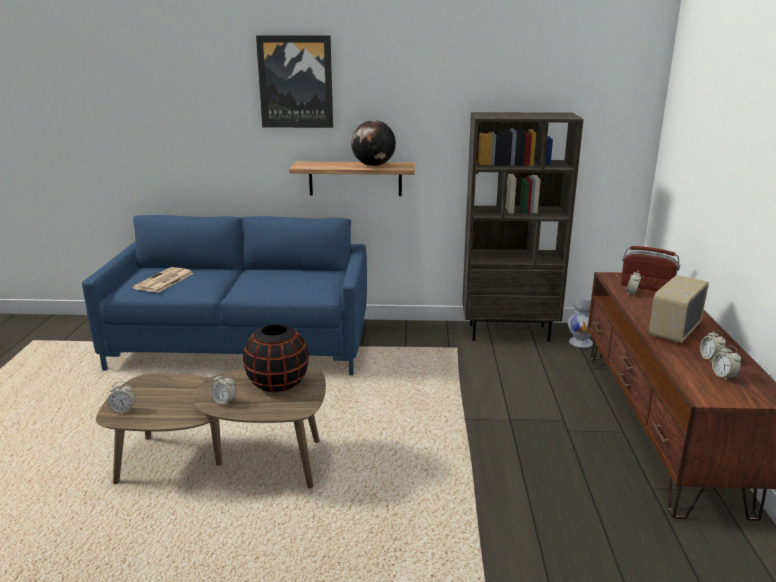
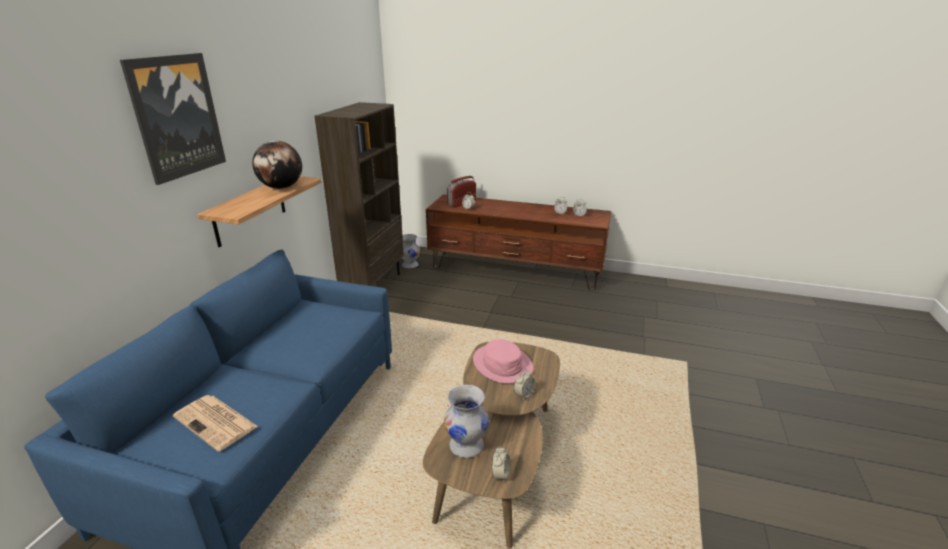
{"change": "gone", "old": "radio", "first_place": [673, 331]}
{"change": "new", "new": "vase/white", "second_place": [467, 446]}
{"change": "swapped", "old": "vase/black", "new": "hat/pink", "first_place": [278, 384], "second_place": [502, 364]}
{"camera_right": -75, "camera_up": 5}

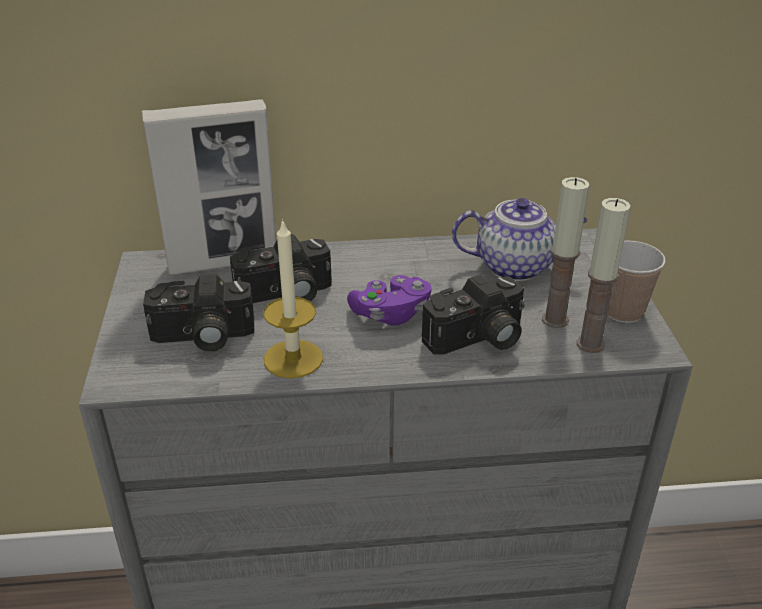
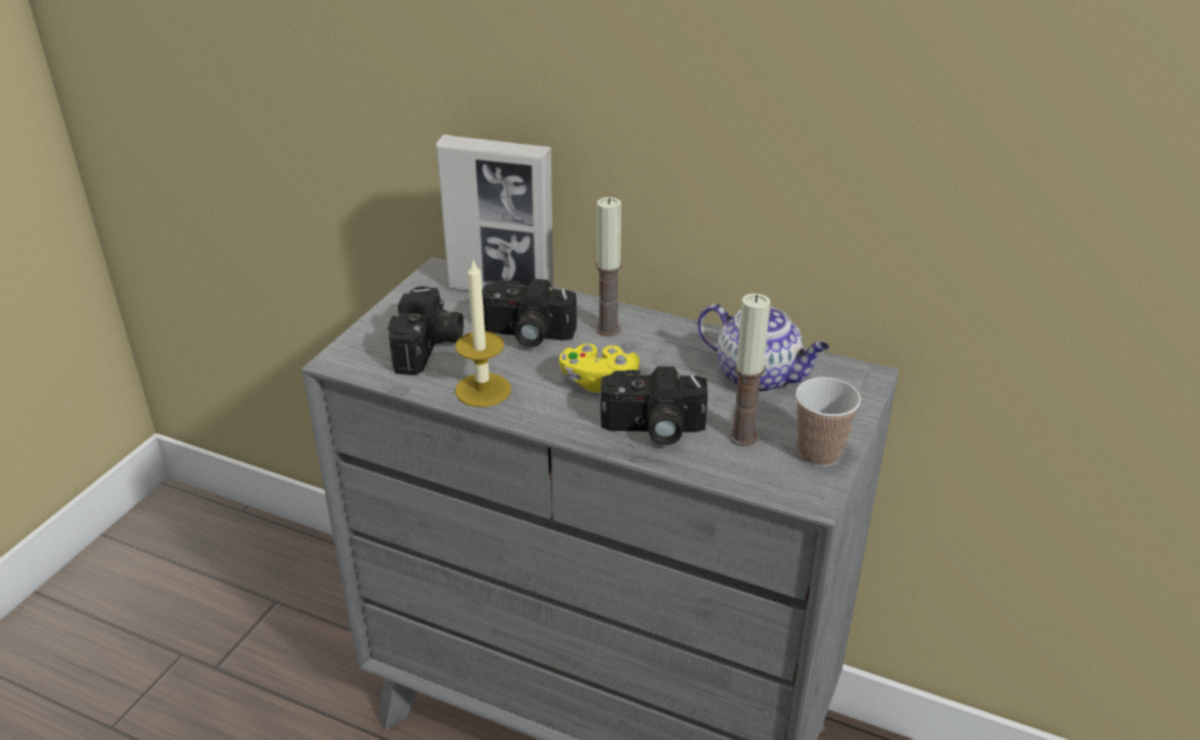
{"change": "shifted", "old": "candle", "first_place": [590, 344], "second_place": [608, 329]}
{"change": "repainted", "old": "game controller/purple", "new": "game controller/yellow", "first_place": [390, 314], "second_place": [598, 381]}
{"change": "rotated", "old": "photo camera", "first_place": [202, 337], "second_place": [429, 348], "degrees": -105}
{"camera_right": 30, "camera_up": 0}

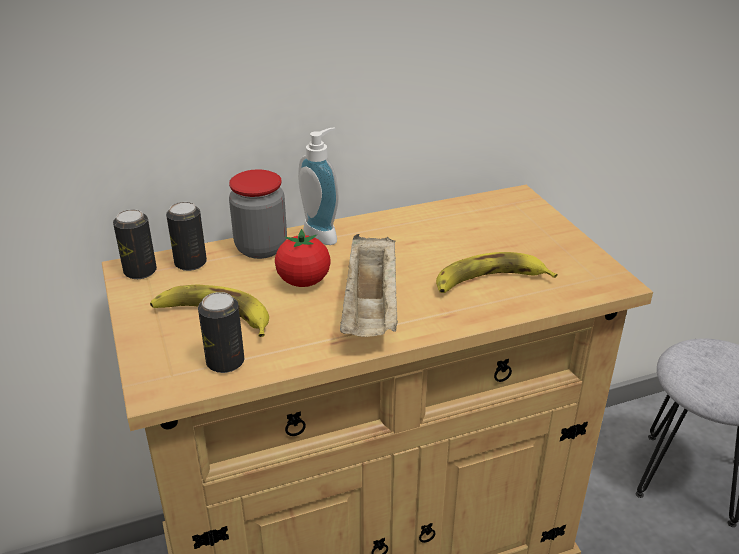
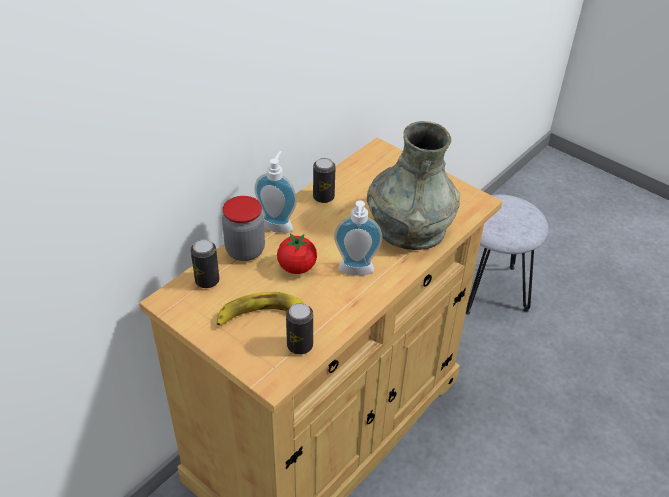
{"change": "shifted", "old": "can", "first_place": [140, 272], "second_place": [323, 197]}
{"change": "swapped", "old": "tray/beige", "new": "soap dispenser", "first_place": [371, 309], "second_place": [356, 272]}
{"change": "swapped", "old": "banana", "new": "vase/grey", "first_place": [489, 281], "second_place": [409, 226]}
{"camera_right": -30, "camera_up": 10}

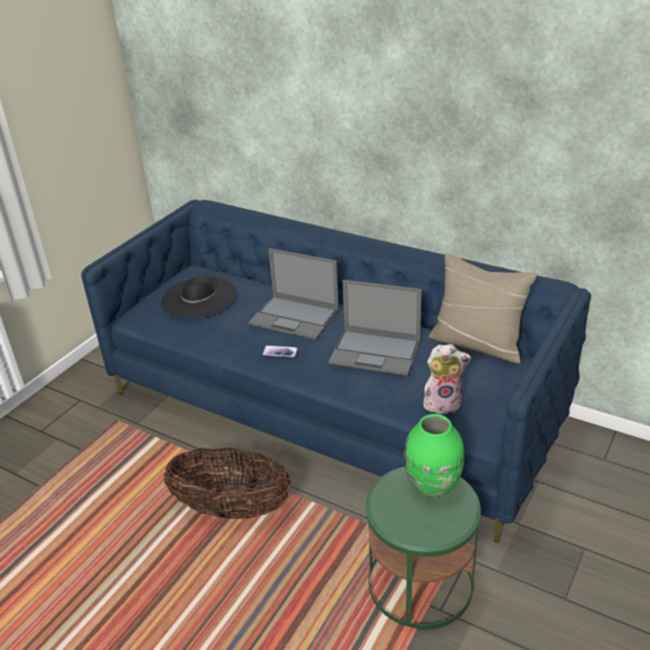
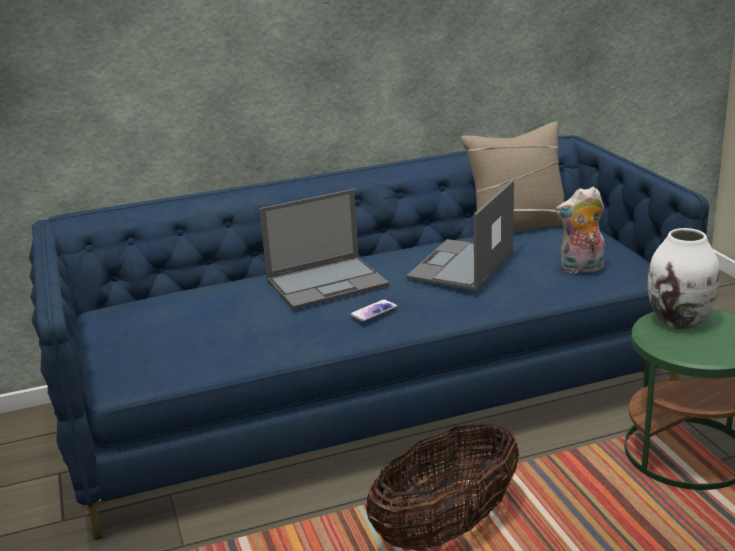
{"change": "gone", "old": "hat/black", "first_place": [199, 297]}
{"change": "repainted", "old": "vase/green", "new": "vase/white", "first_place": [433, 486], "second_place": [679, 321]}
{"change": "rotated", "old": "laptop", "first_place": [376, 351], "second_place": [461, 265], "degrees": 150}
{"change": "rotated", "old": "plush toy", "first_place": [443, 403], "second_place": [581, 269], "degrees": -135}
{"camera_right": -50, "camera_up": -10}

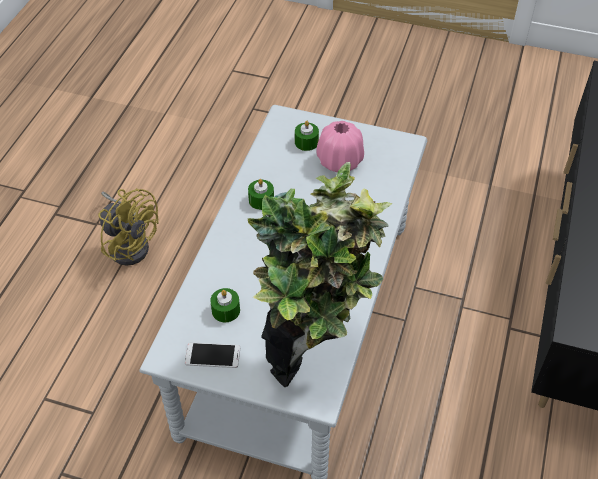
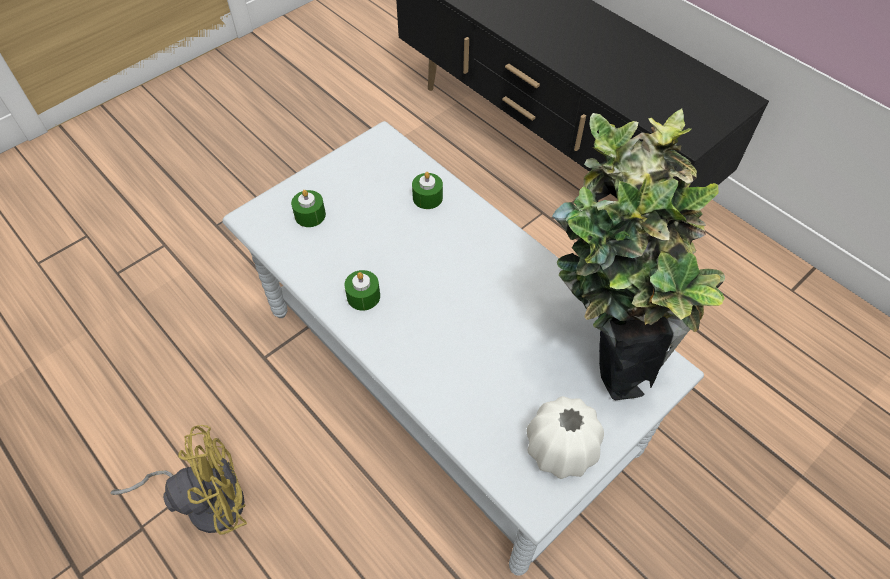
{"change": "gone", "old": "vase/pink", "first_place": [339, 161]}
{"change": "shifted", "old": "candle/green", "first_place": [226, 310], "second_place": [427, 197]}
{"change": "swapped", "old": "phone", "new": "vase/white", "first_place": [212, 355], "second_place": [561, 449]}
{"camera_right": -60, "camera_up": 5}

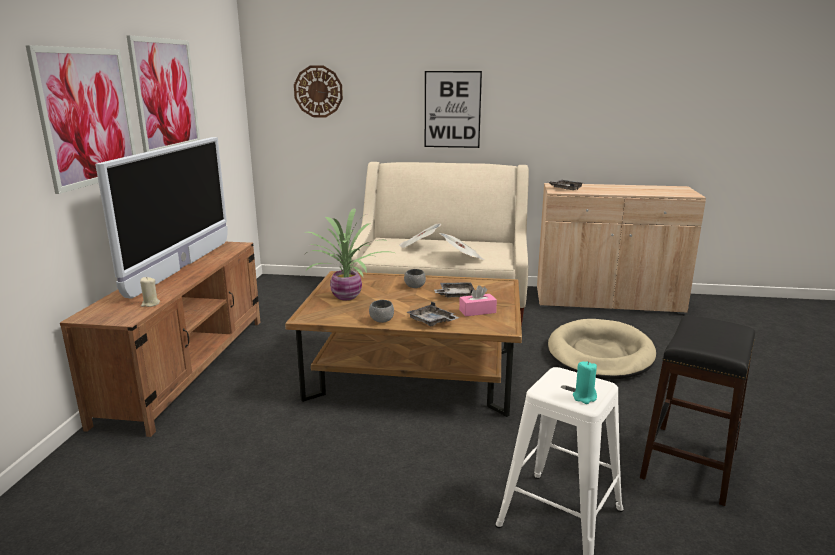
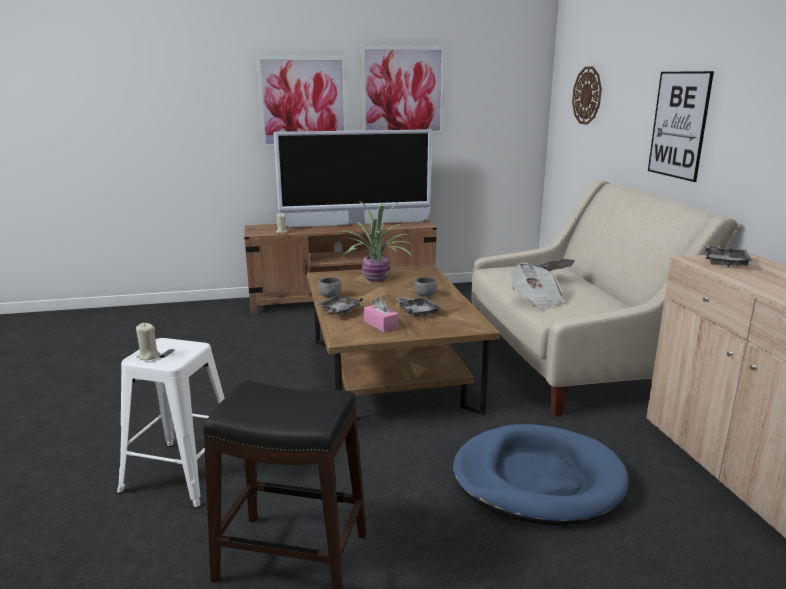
{"change": "repainted", "old": "dog bed/beige", "new": "dog bed/blue", "first_place": [600, 354], "second_place": [537, 479]}
{"change": "repainted", "old": "candle/turquoise", "new": "candle/beige", "first_place": [584, 397], "second_place": [148, 356]}
{"camera_right": 70, "camera_up": 0}

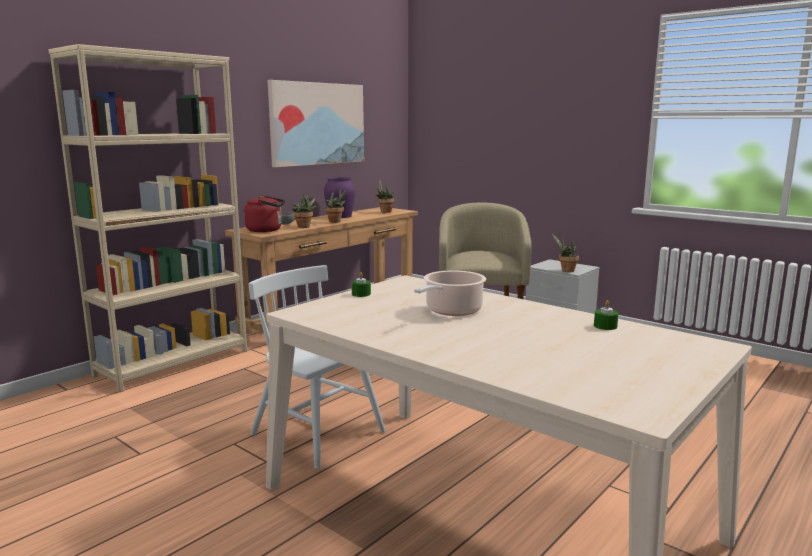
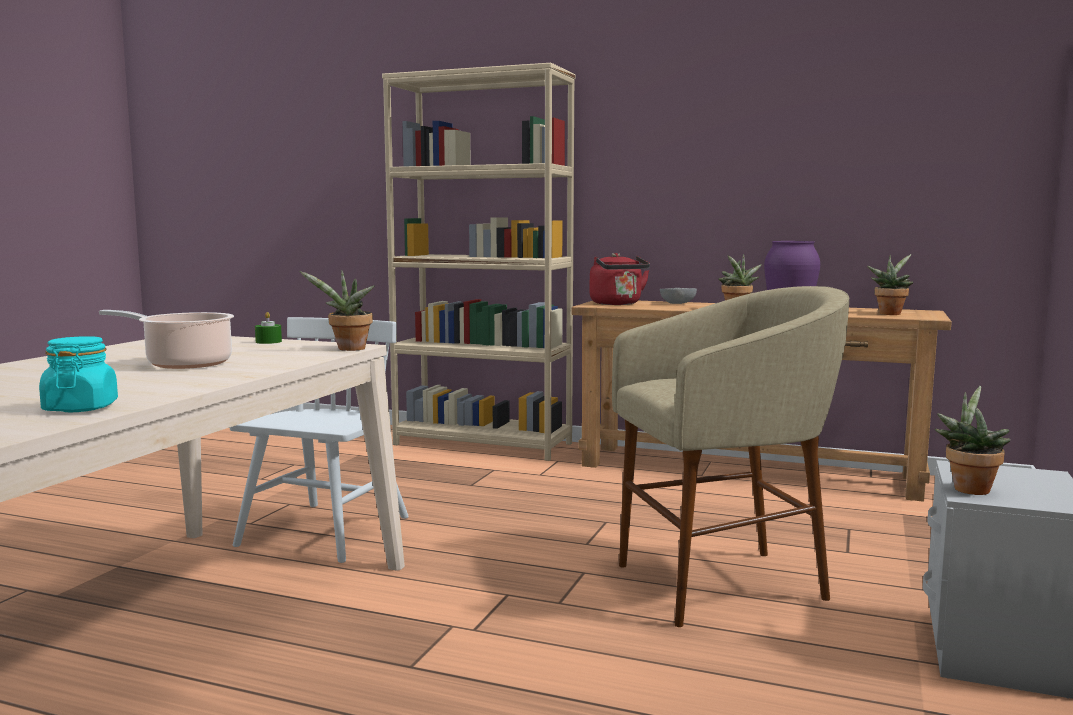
{"change": "gone", "old": "picture", "first_place": [317, 124]}
{"change": "shifted", "old": "potted plant", "first_place": [304, 227], "second_place": [348, 349]}
{"change": "swapped", "old": "candle/green", "new": "jar/turquoise", "first_place": [605, 326], "second_place": [81, 408]}
{"camera_right": 70, "camera_up": -5}

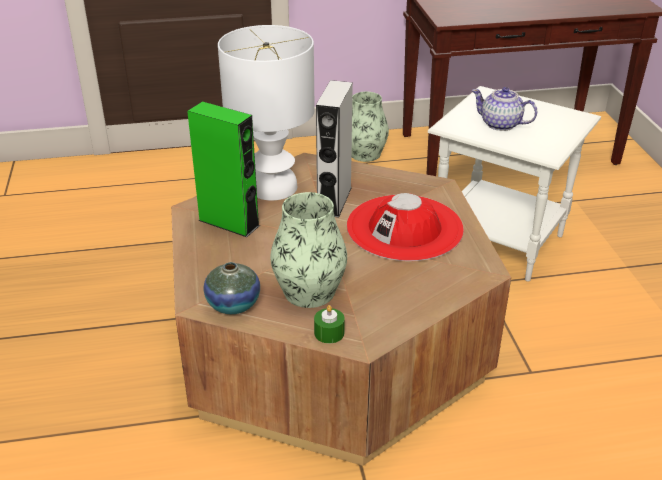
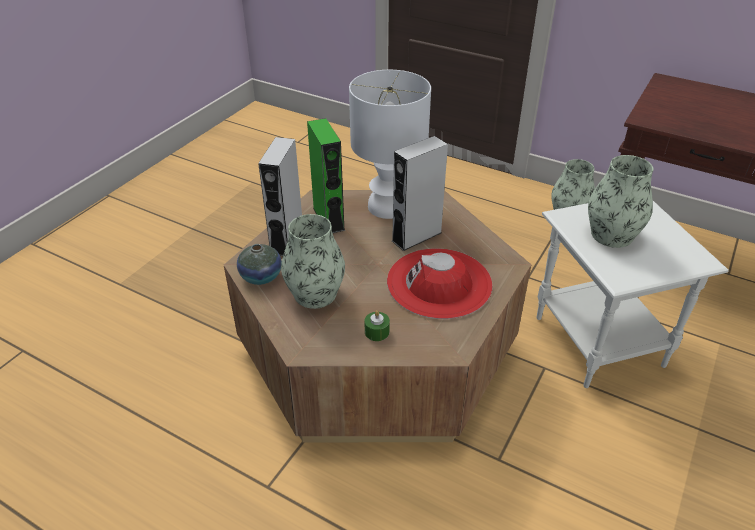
{"change": "new", "new": "speaker/grey", "second_place": [287, 240]}
{"change": "shifted", "old": "candle/green", "first_place": [329, 333], "second_place": [377, 332]}
{"change": "swapped", "old": "teapot", "new": "vase", "first_place": [501, 125], "second_place": [611, 235]}
{"camera_right": 40, "camera_up": 5}

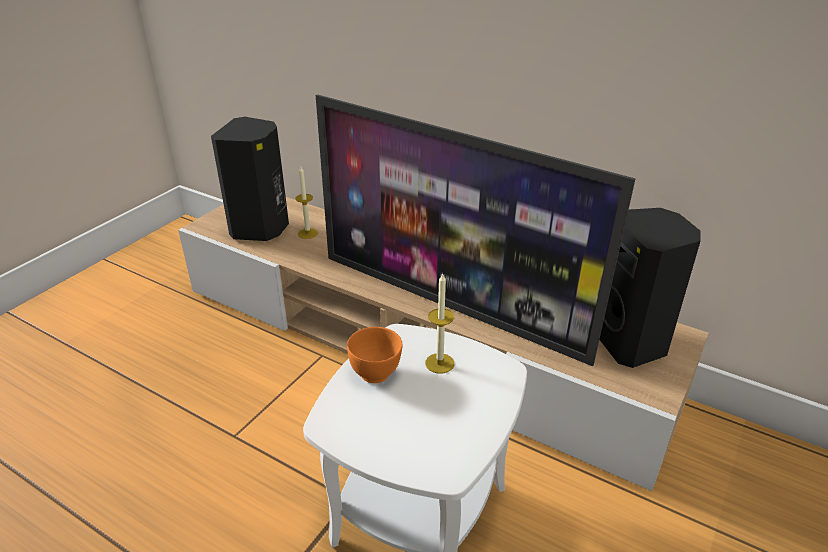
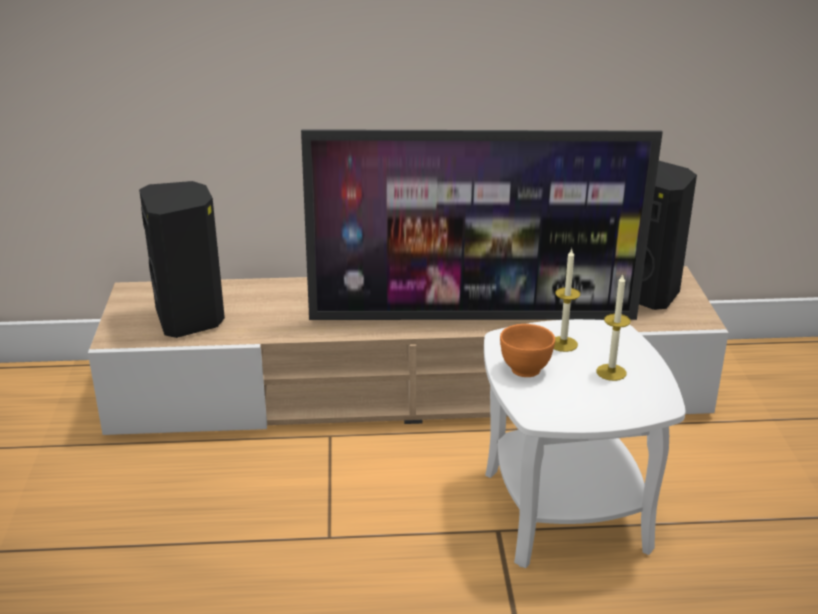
{"change": "shifted", "old": "candle", "first_place": [308, 233], "second_place": [611, 372]}
{"camera_right": -35, "camera_up": -5}

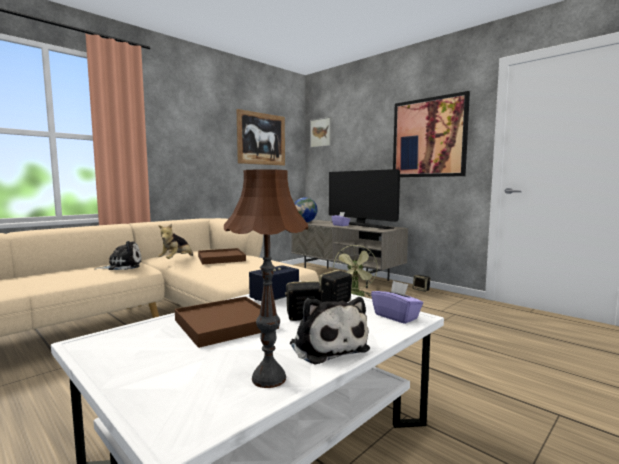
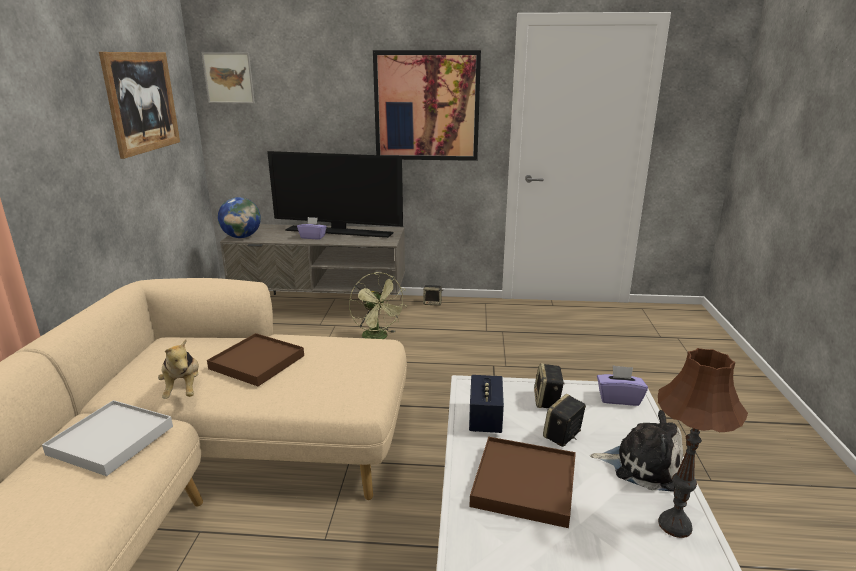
{"change": "swapped", "old": "plush toy", "new": "tray/white", "first_place": [122, 266], "second_place": [111, 440]}
{"camera_right": -40, "camera_up": 15}

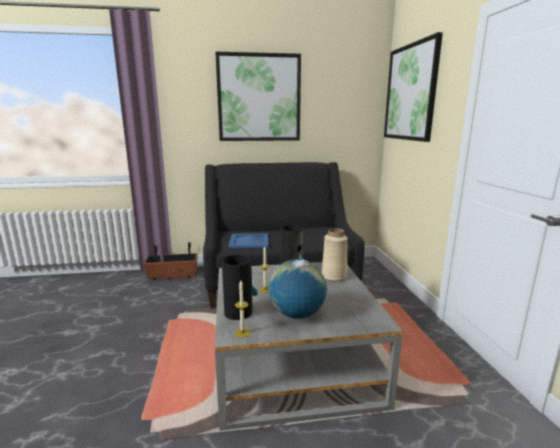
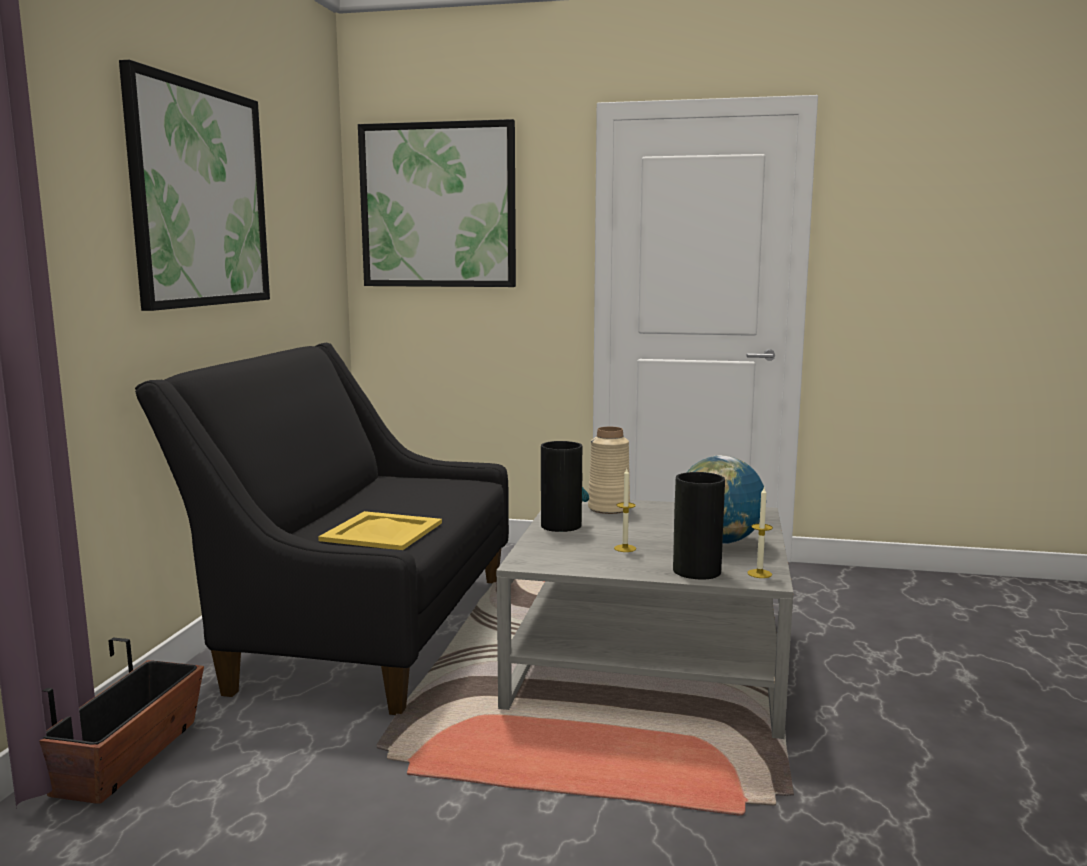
{"change": "repainted", "old": "tray/blue", "new": "tray/yellow", "first_place": [249, 241], "second_place": [382, 532]}
{"camera_right": -70, "camera_up": -5}

